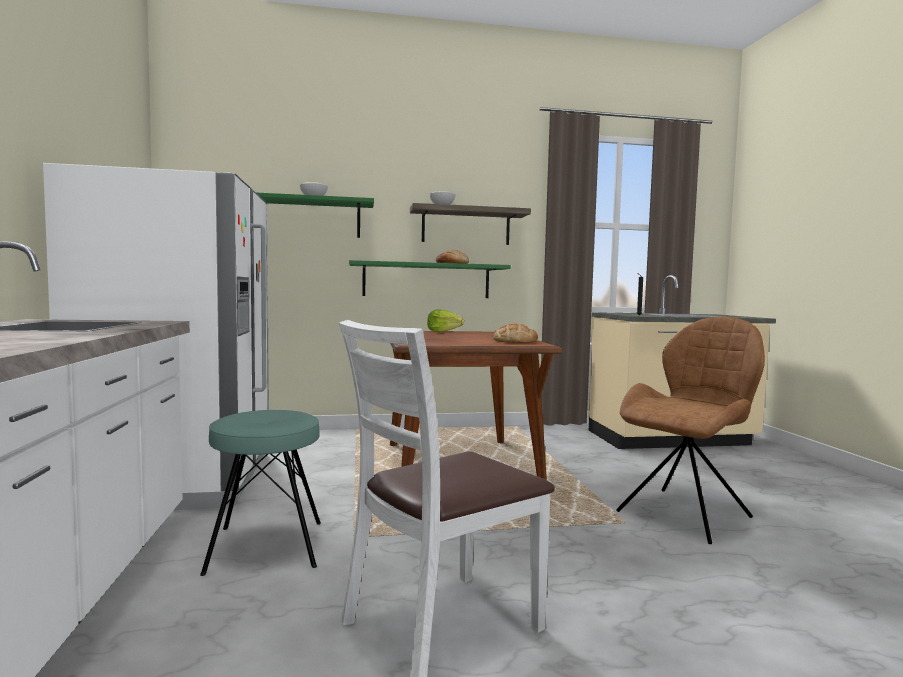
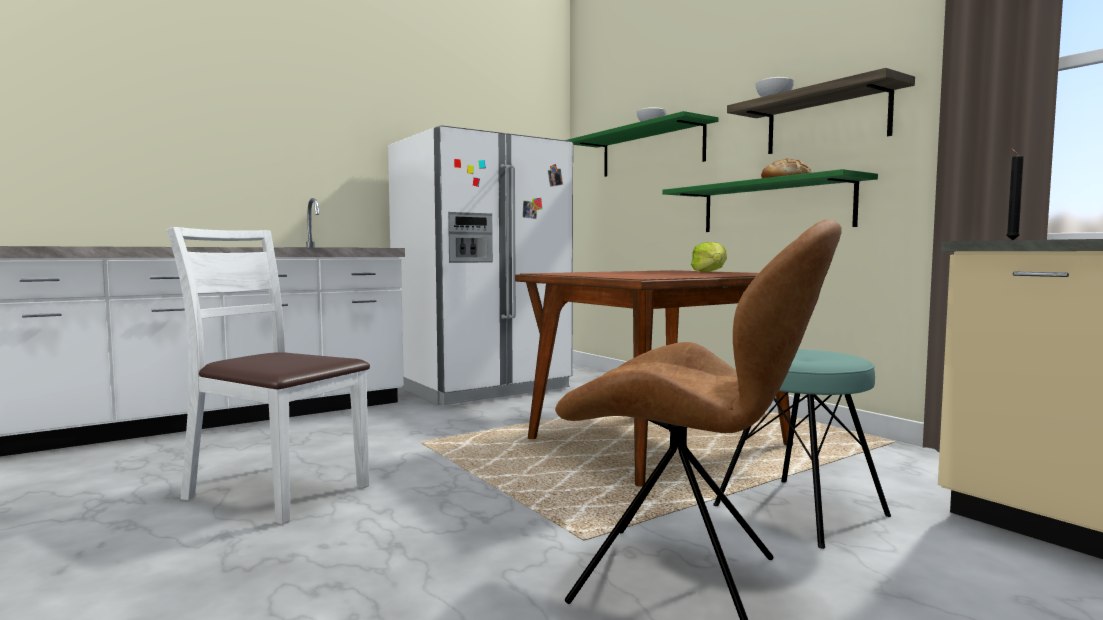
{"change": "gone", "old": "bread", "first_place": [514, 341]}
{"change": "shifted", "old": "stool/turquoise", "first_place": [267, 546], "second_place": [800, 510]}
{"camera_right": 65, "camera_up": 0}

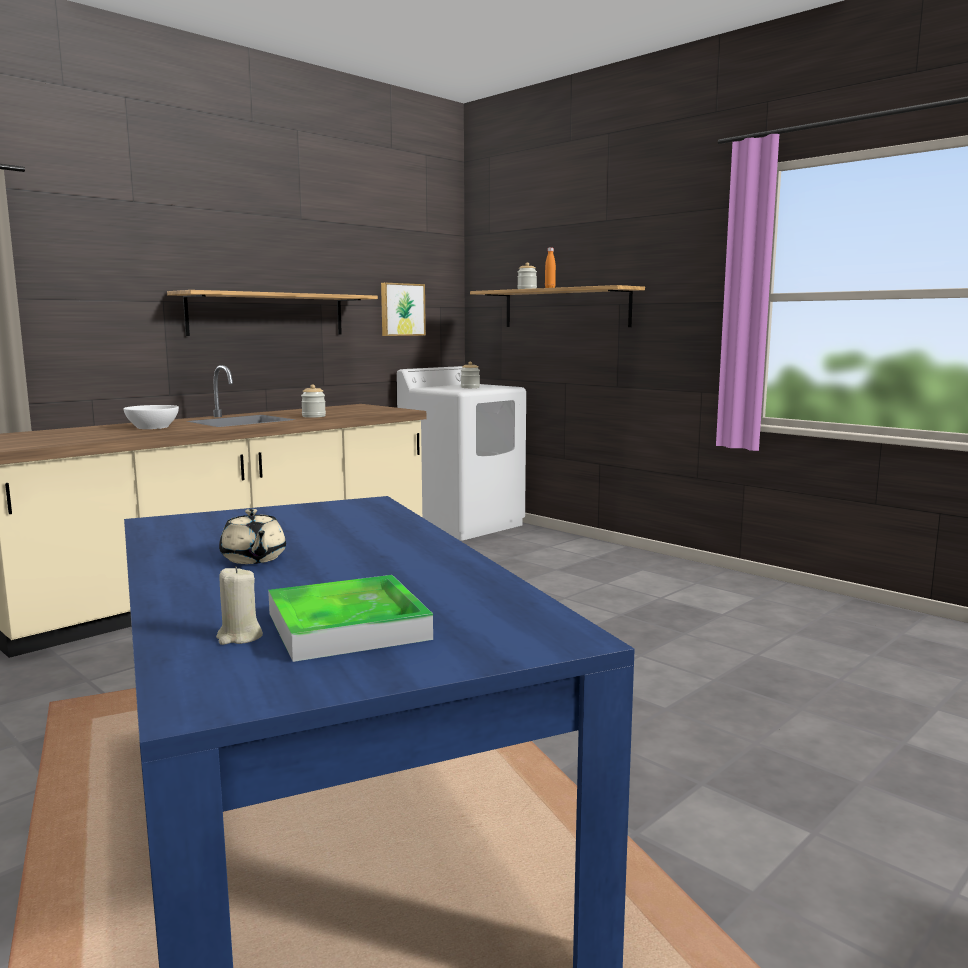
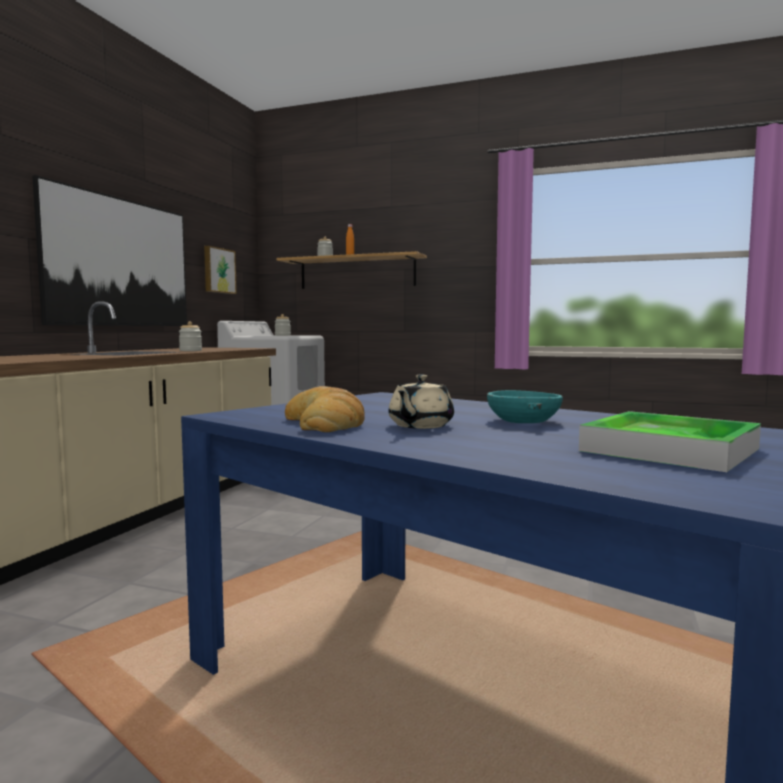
{"change": "gone", "old": "bowl/white", "first_place": [152, 427]}
{"change": "gone", "old": "candle/beige", "first_place": [239, 637]}
{"change": "new", "new": "bread", "second_place": [326, 423]}
{"change": "new", "new": "bowl/turquoise", "second_place": [522, 421]}
{"change": "swapped", "old": "shelf", "new": "picture", "first_place": [268, 314], "second_place": [120, 262]}
{"change": "rotated", "old": "teapot/beige", "first_place": [253, 559], "second_place": [420, 426], "degrees": 75}
{"camera_right": -25, "camera_up": -5}

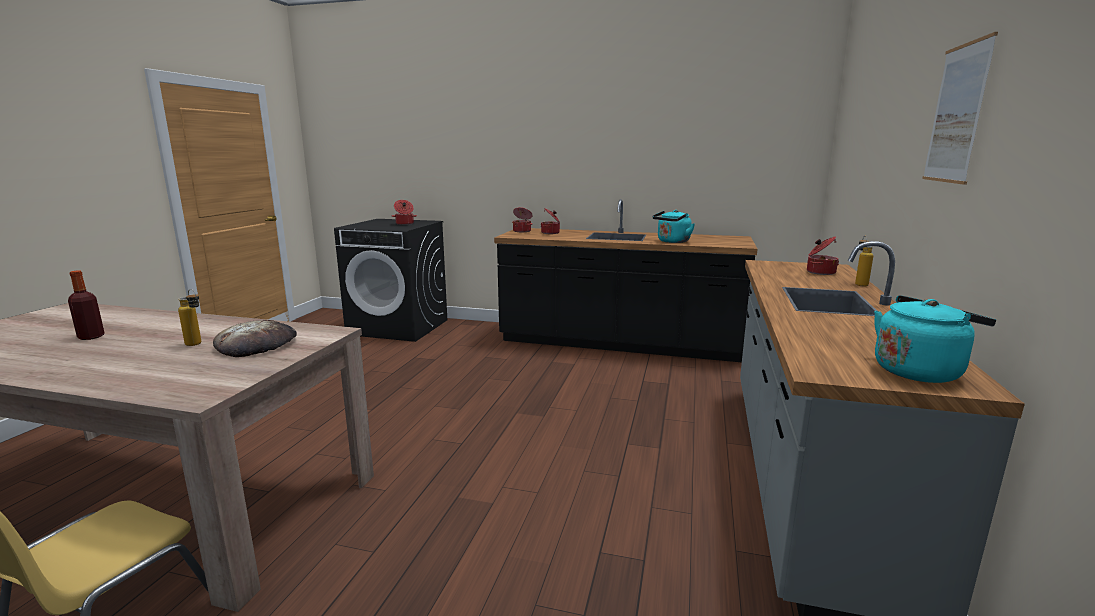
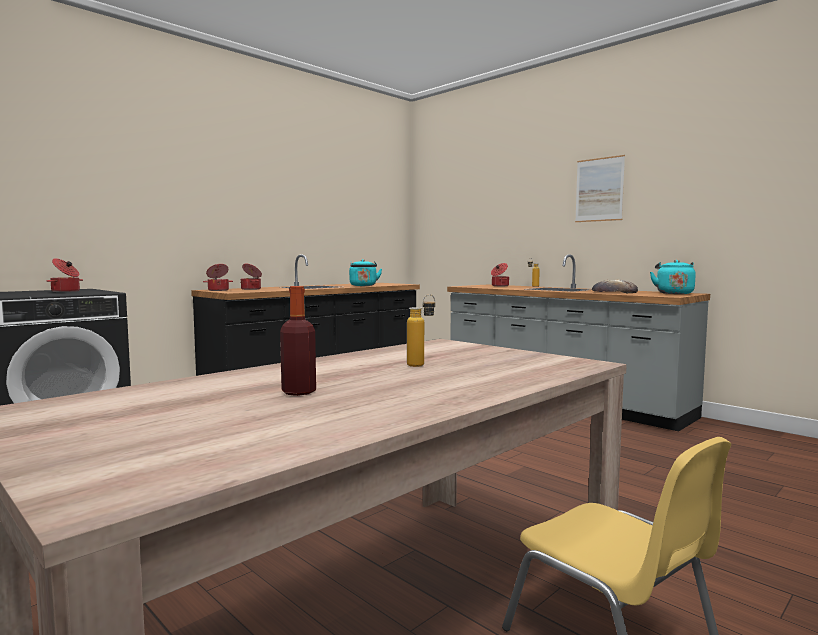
{"change": "shifted", "old": "bread", "first_place": [256, 344], "second_place": [614, 292]}
{"camera_right": -60, "camera_up": -10}

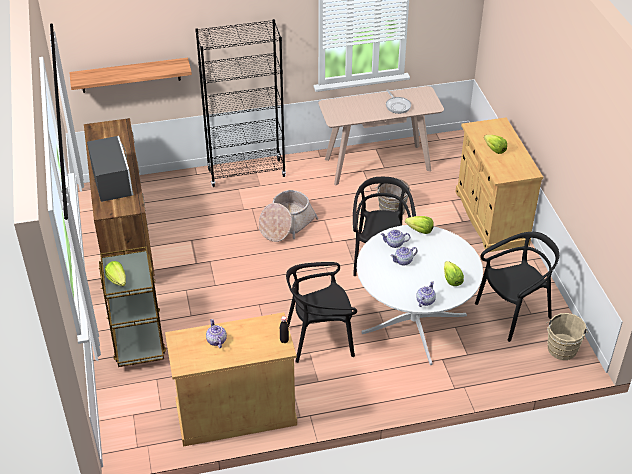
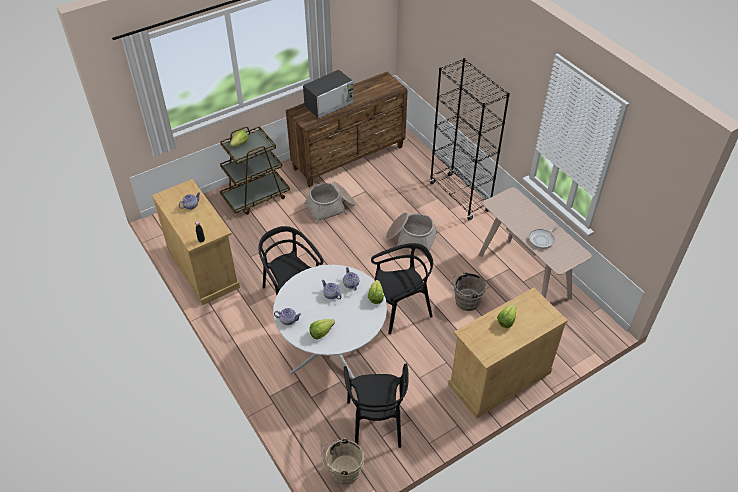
{"change": "gone", "old": "shelf", "first_place": [130, 75]}
{"change": "new", "new": "basket", "second_place": [331, 207]}
{"change": "rotated", "old": "chair/black", "first_place": [513, 313], "second_place": [376, 422], "degrees": 45}
{"camera_right": 70, "camera_up": 5}

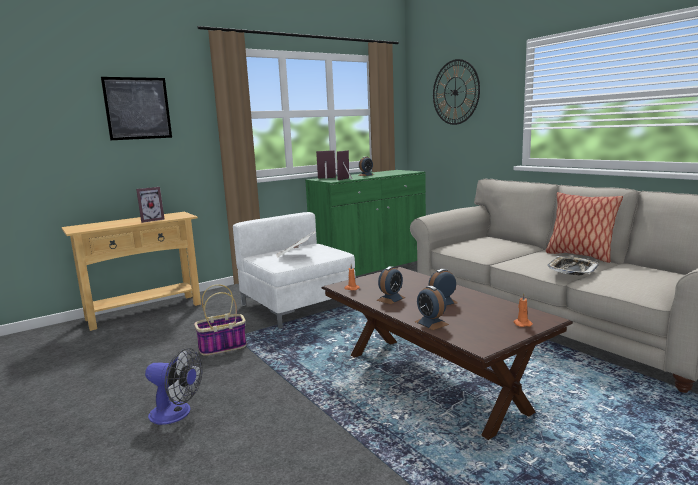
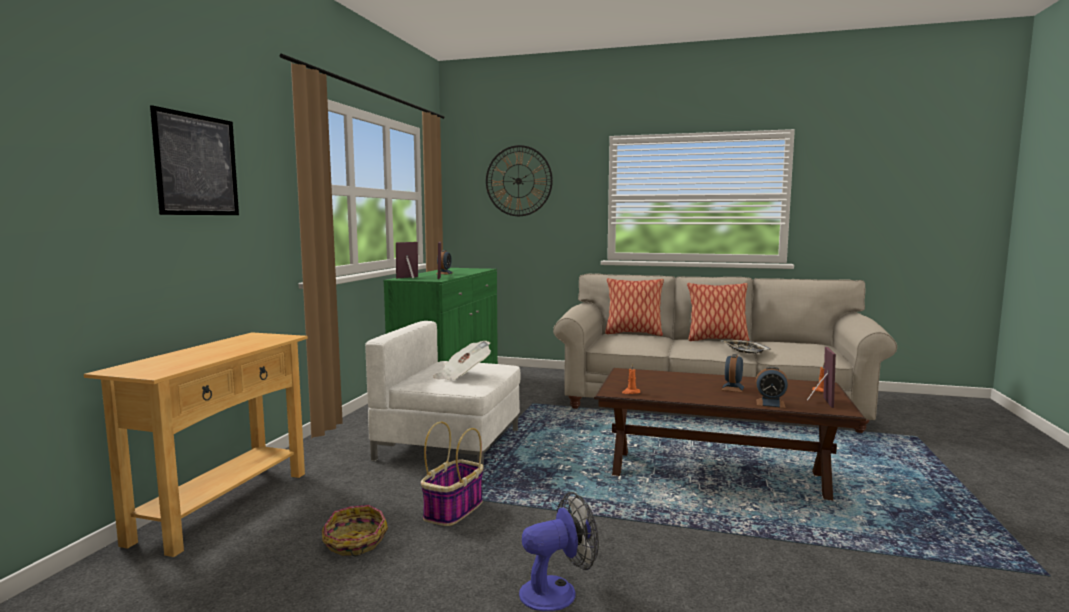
{"change": "gone", "old": "alarm clock", "first_place": [390, 299]}
{"change": "new", "new": "basket", "second_place": [355, 543]}
{"change": "new", "new": "pillow", "second_place": [633, 333]}
{"change": "shifted", "old": "picture frame", "first_place": [151, 220], "second_place": [818, 401]}
{"camera_right": -40, "camera_up": -5}

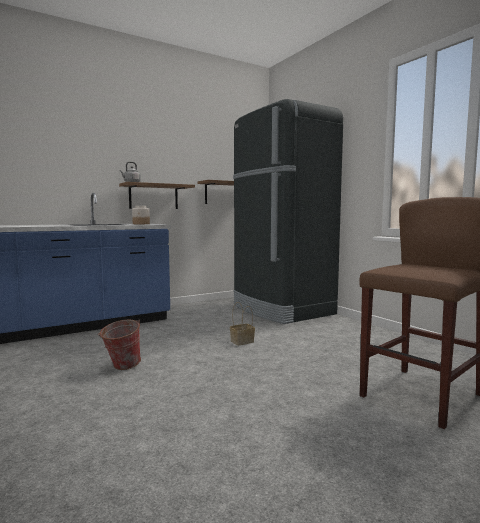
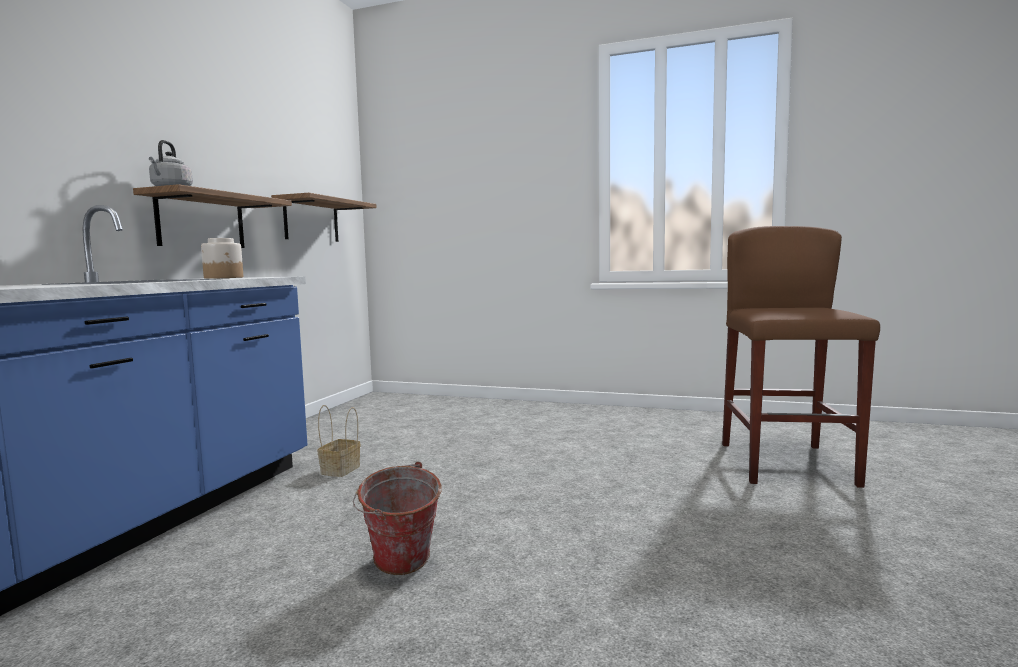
{"change": "gone", "old": "fridge/black", "first_place": [281, 310]}
{"change": "shifted", "old": "basket", "first_place": [241, 342], "second_place": [340, 470]}
{"camera_right": -40, "camera_up": 0}

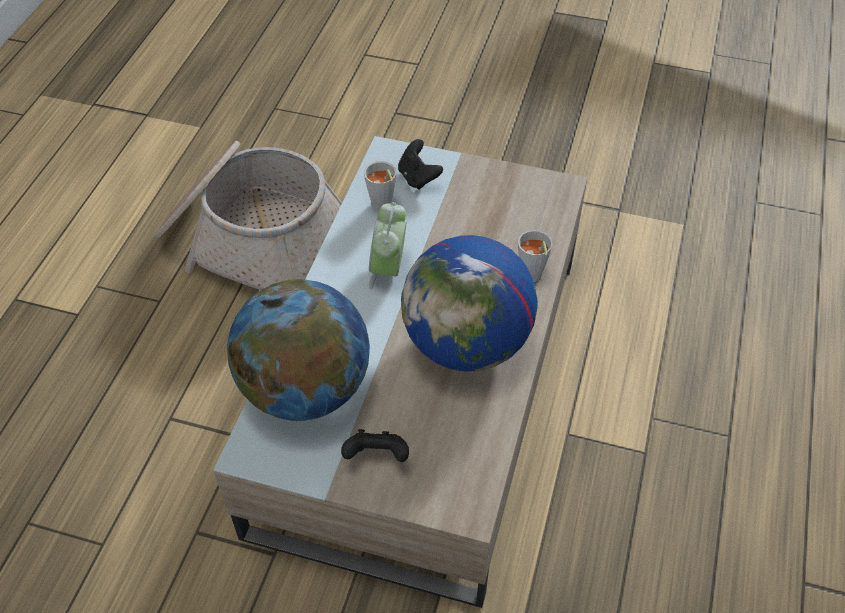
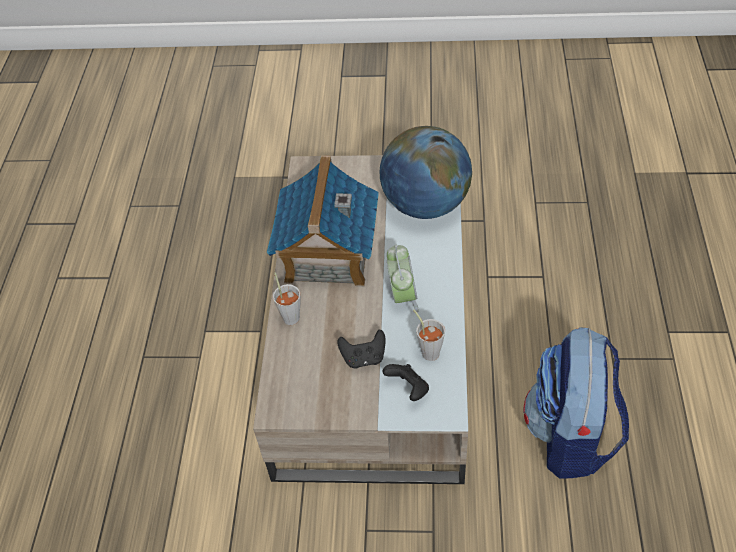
{"change": "shifted", "old": "game controller/black", "first_place": [377, 457], "second_place": [364, 358]}
{"change": "swapped", "old": "basket", "new": "backpack", "first_place": [253, 241], "second_place": [570, 435]}
{"change": "swapped", "old": "globe", "new": "toy house", "first_place": [467, 344], "second_place": [328, 255]}
{"camera_right": 170, "camera_up": 0}

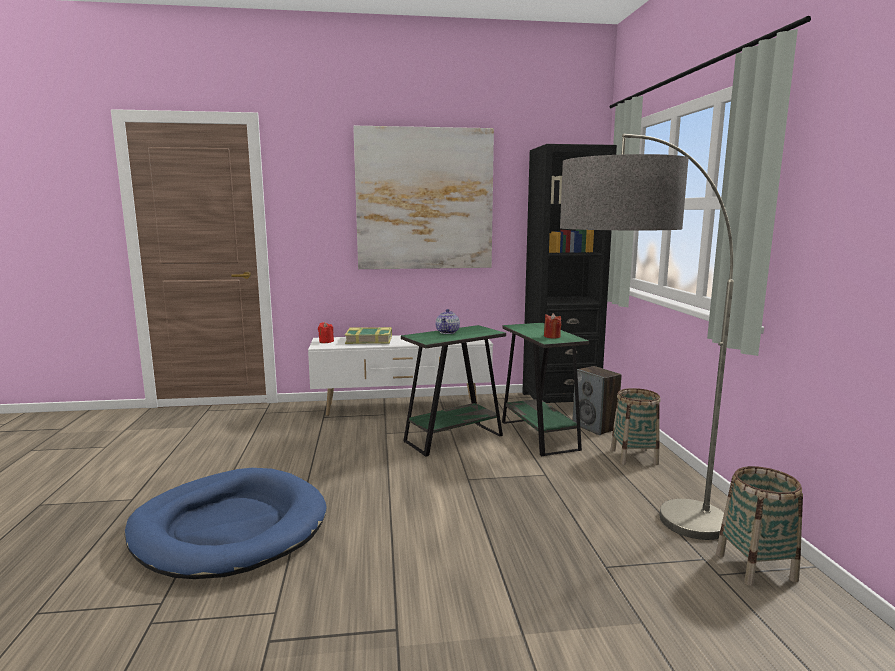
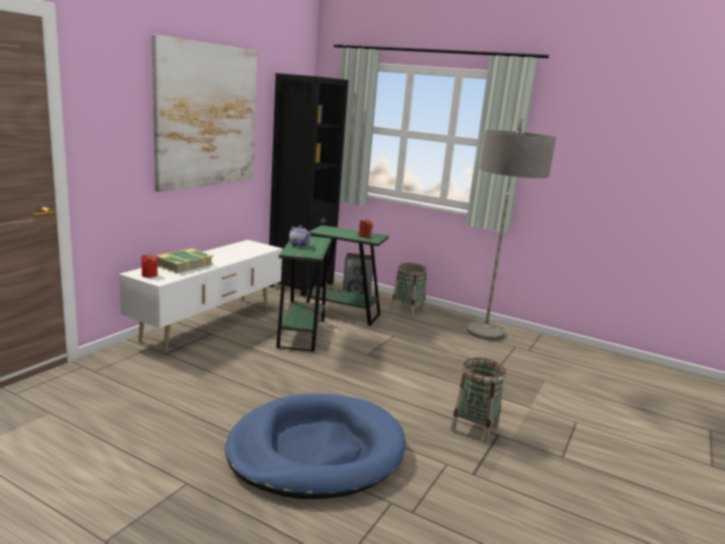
{"change": "shifted", "old": "basket", "first_place": [755, 567], "second_place": [474, 428]}
{"camera_right": -55, "camera_up": 5}

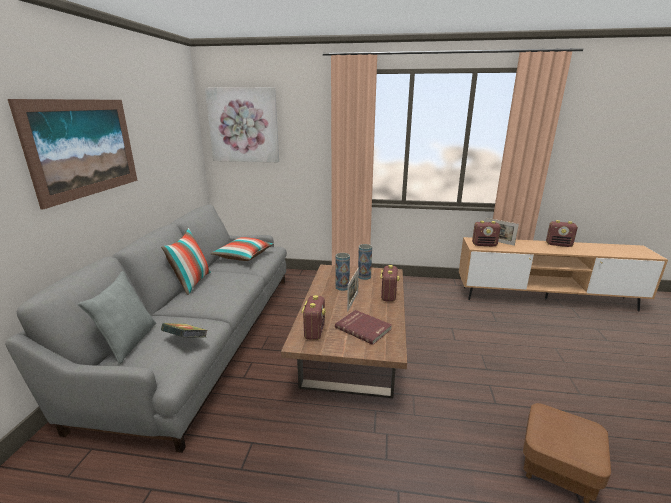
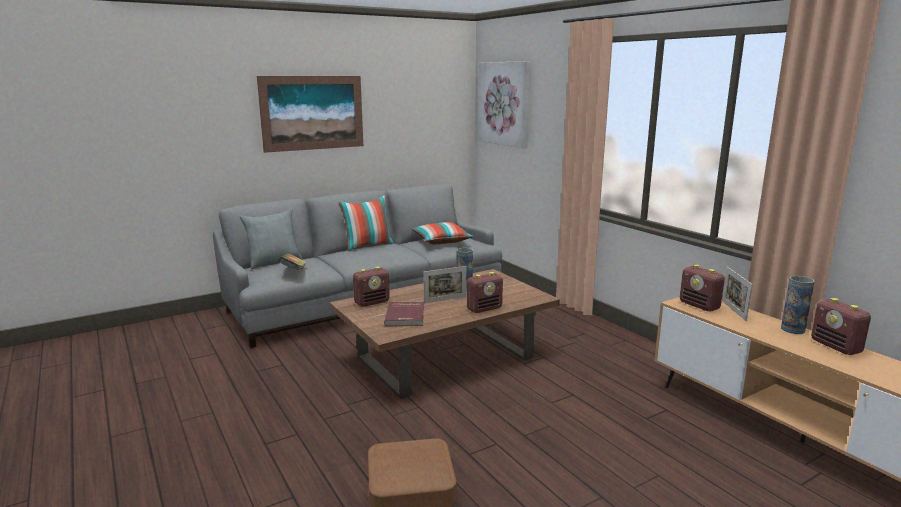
{"change": "shifted", "old": "vase", "first_place": [364, 277], "second_place": [792, 329]}
{"camera_right": 50, "camera_up": -5}

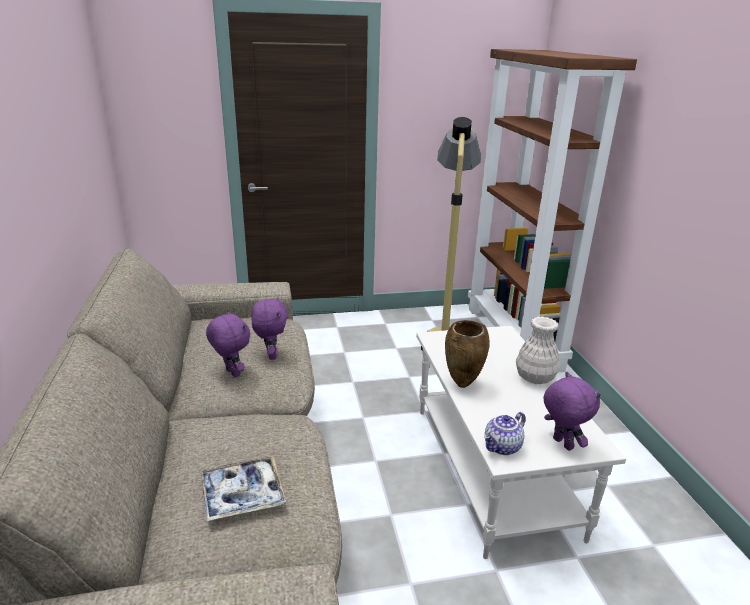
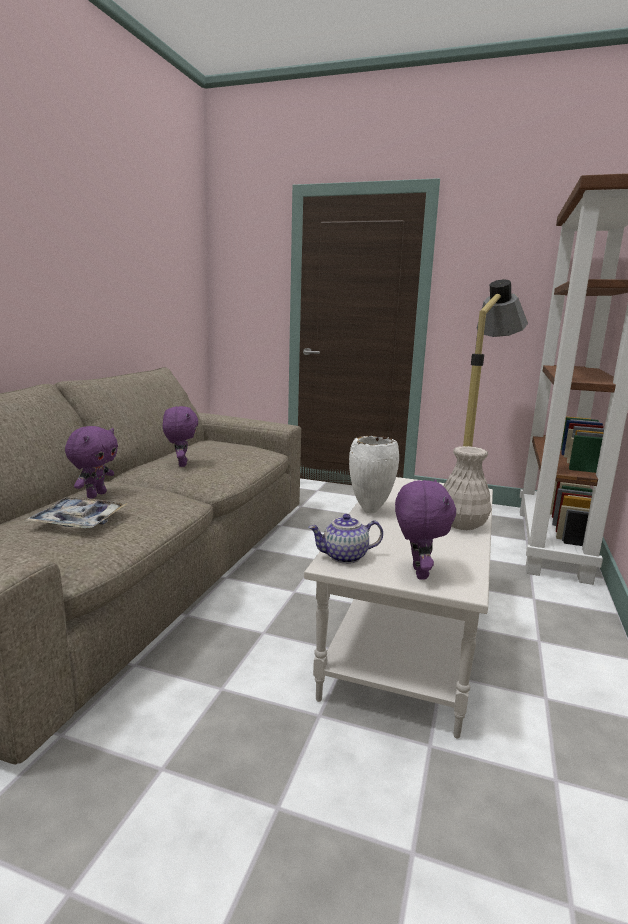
{"change": "shifted", "old": "plush toy/purple", "first_place": [271, 355], "second_place": [96, 495]}
{"change": "repainted", "old": "vase/brown", "new": "vase/white", "first_place": [462, 385], "second_place": [370, 511]}
{"camera_right": 30, "camera_up": -10}

